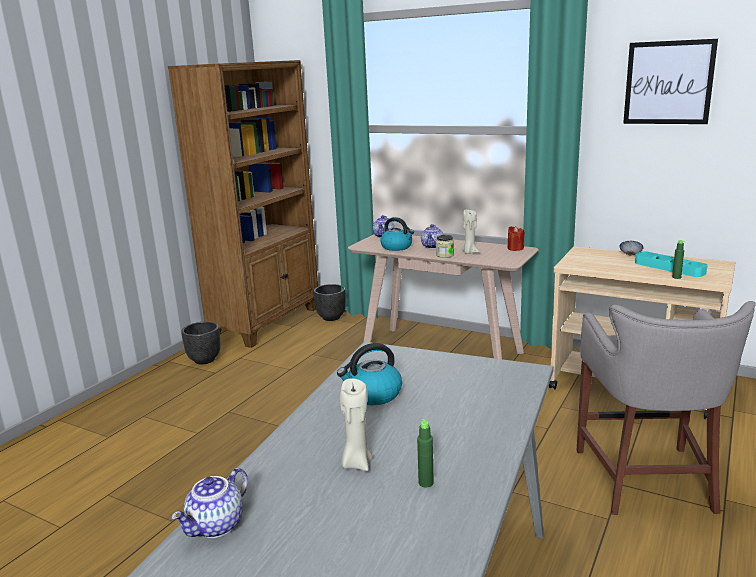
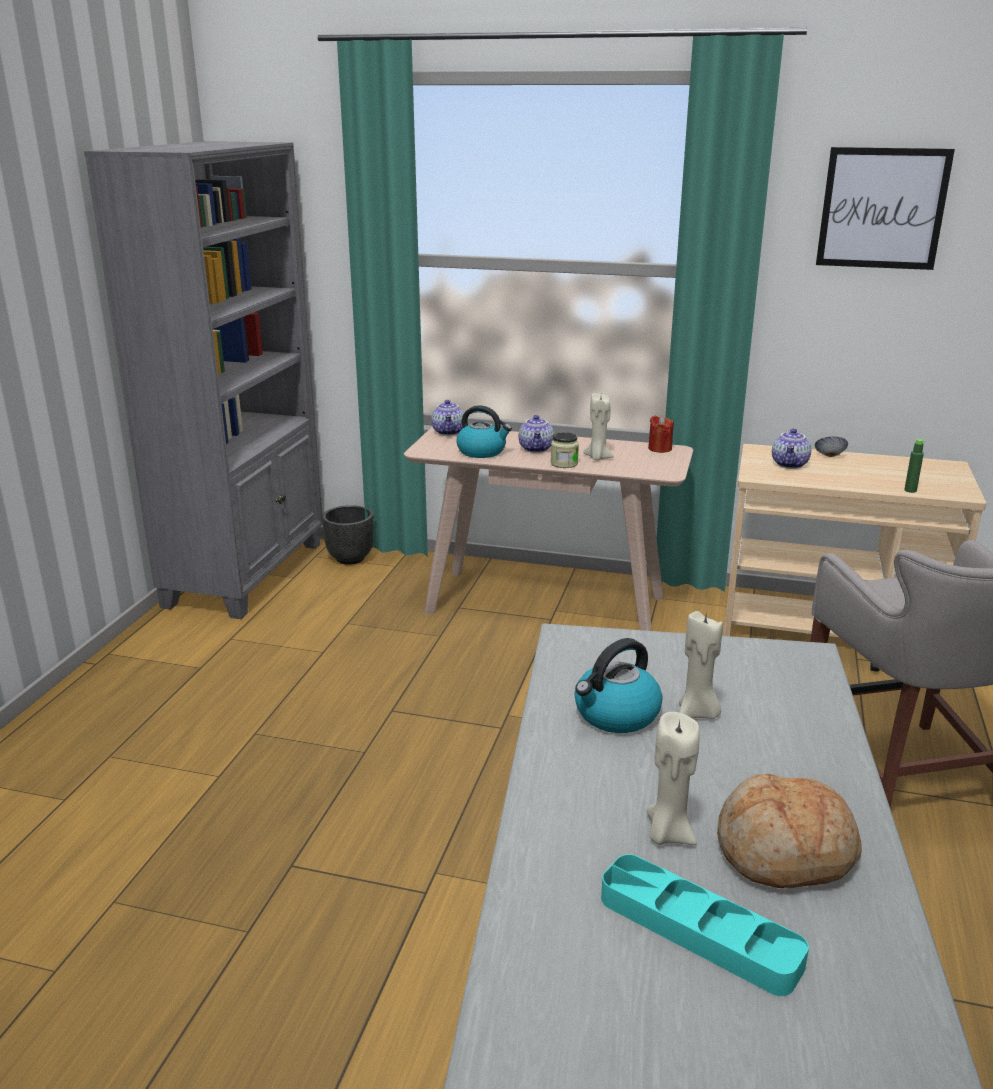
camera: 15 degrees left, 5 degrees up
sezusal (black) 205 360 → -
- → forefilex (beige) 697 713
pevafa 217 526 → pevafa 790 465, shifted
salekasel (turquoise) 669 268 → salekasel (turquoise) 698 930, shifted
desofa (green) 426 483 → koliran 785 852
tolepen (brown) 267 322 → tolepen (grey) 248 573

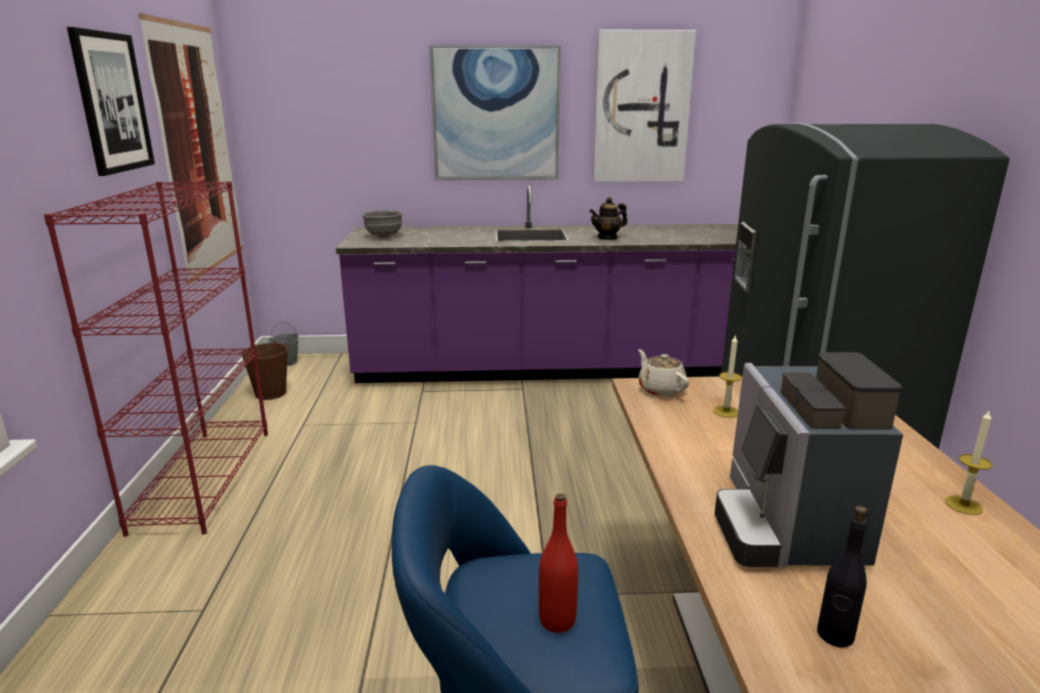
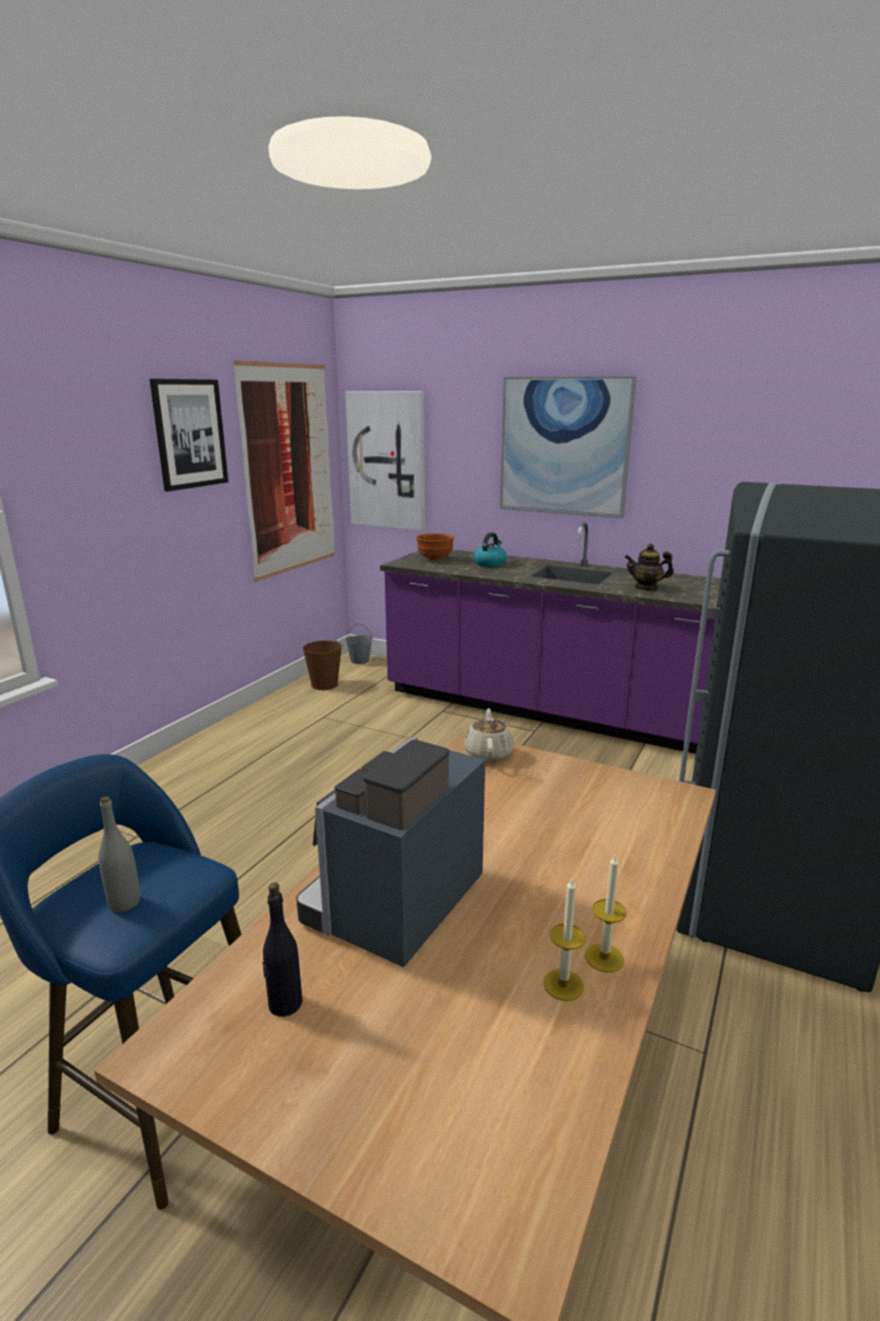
camera: 30 degrees right, 0 degrees up
tolepen (red) 204 478 → -
- → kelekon 490 564
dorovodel 641 108 → dorovodel 387 461, shifted
forefilex 726 412 → forefilex 563 985, shifted
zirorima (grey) 383 237 → zirorima (brown) 434 559
desofa (red) 557 620 → desofa (grey) 124 903

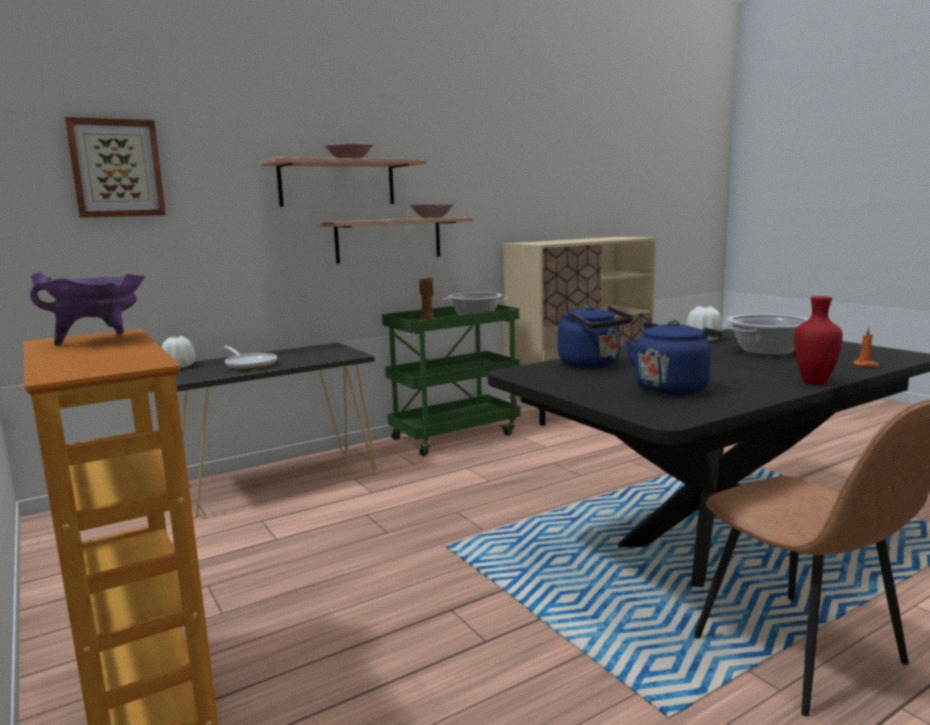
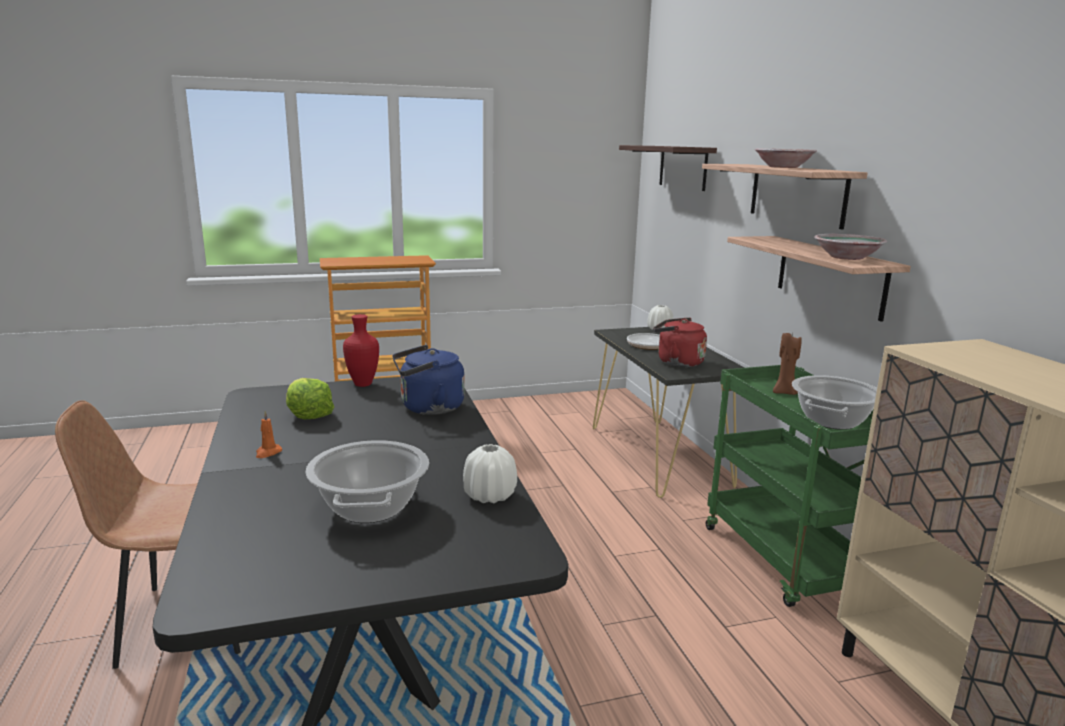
camera: 105 degrees right, 5 degrees up
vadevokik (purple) 101 340 → -
- → kelekon (red) 677 362
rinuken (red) 814 383 → rinuken (red) 362 384, shifted
forefilex (orange) 866 365 → forefilex (orange) 268 453, shifted
dorovodel 116 168 → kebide 683 167
kelekon (blue) 672 388 → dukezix 308 414

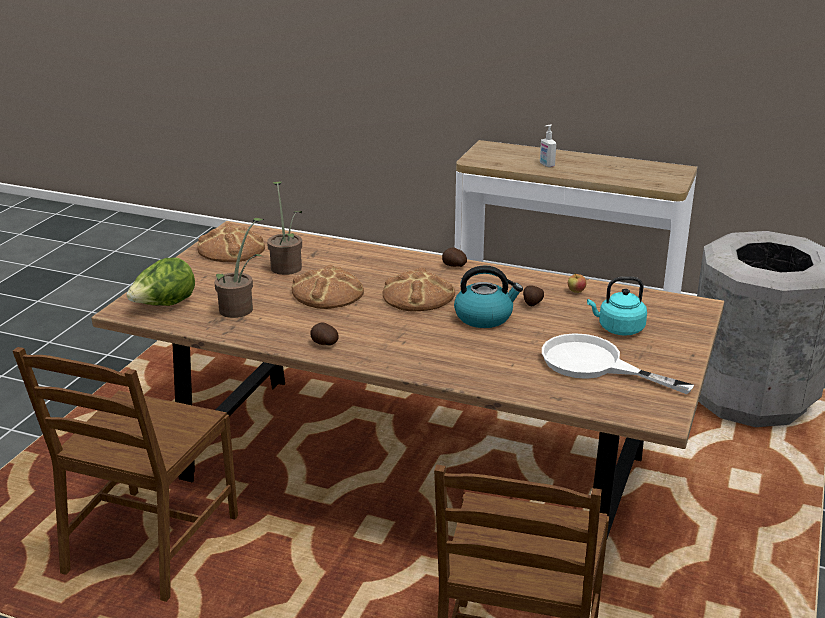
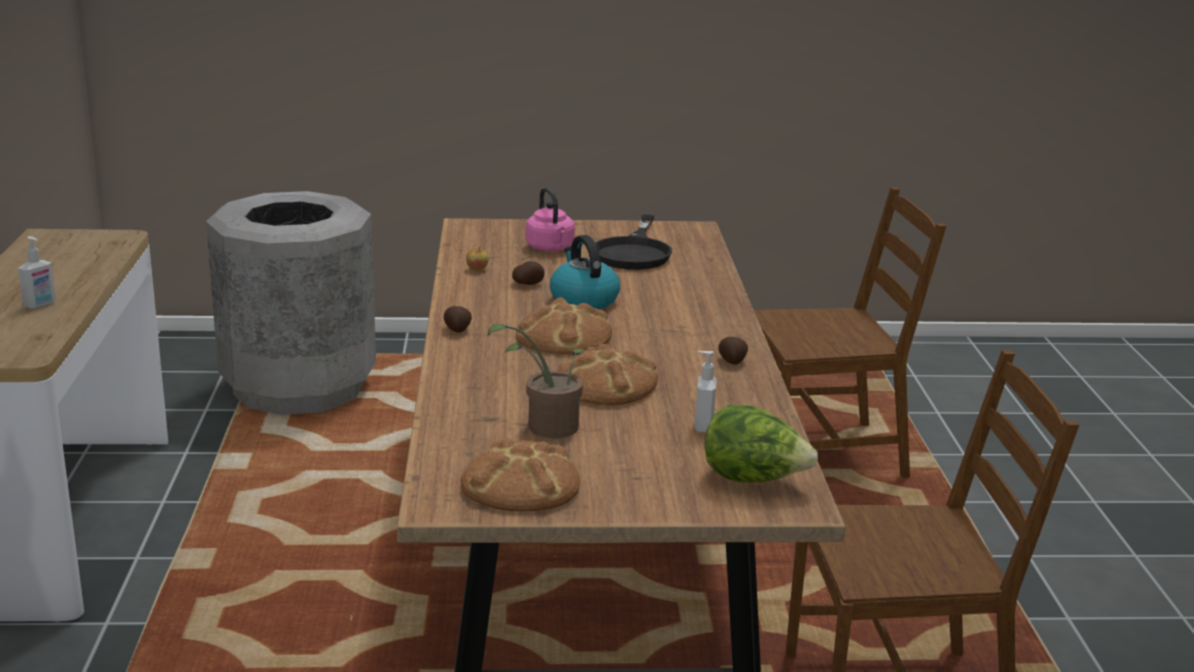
camera: 115 degrees left, 5 degrees down
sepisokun 240 308 → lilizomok 702 427
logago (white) 594 364 → logago (black) 634 252
kelekon (turquoise) 618 329 → kelekon (pink) 551 248

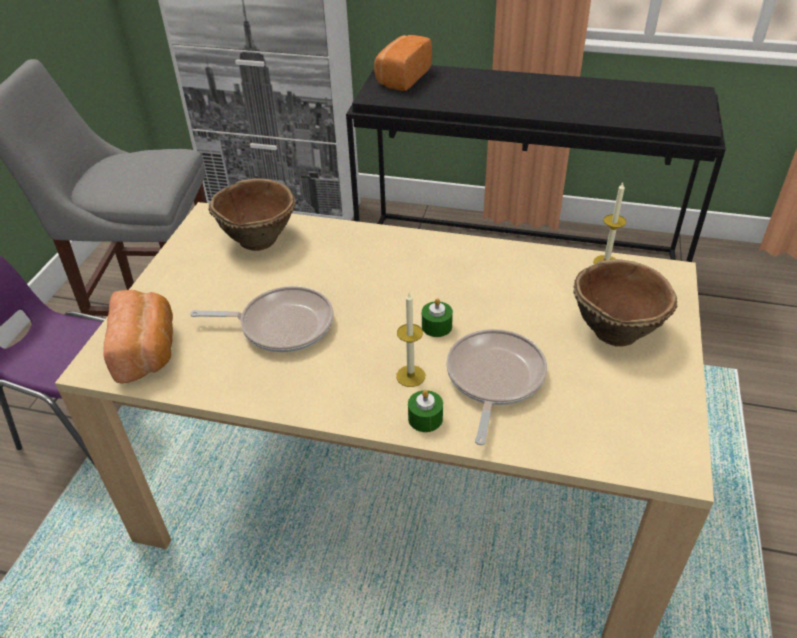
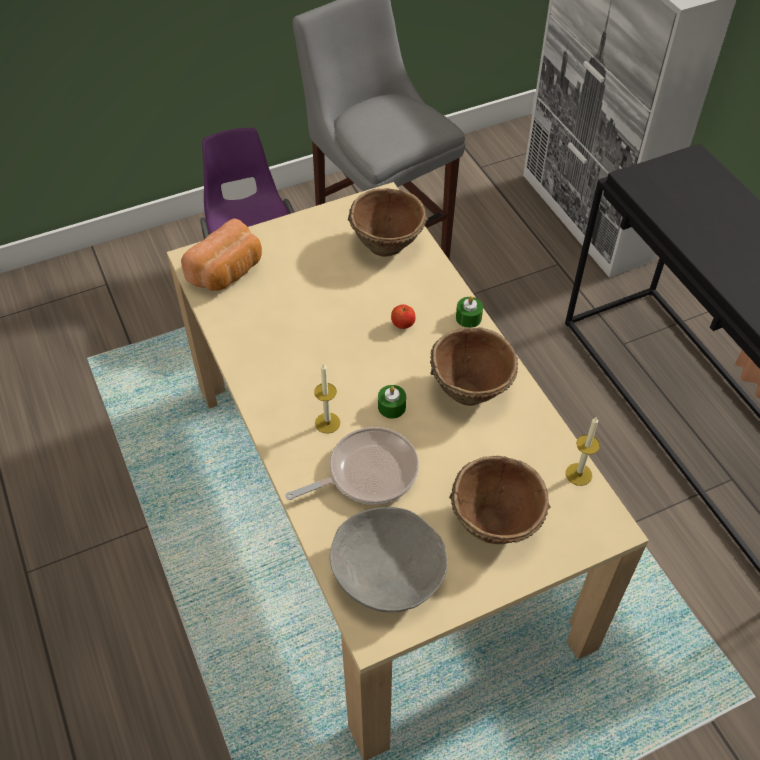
camera: 50 degrees right, 10 degrees up
logago 281 325 → -
koliran 401 78 → -
- → zirorima (grey) 387 573
- → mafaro 403 325
- → zirorima (brown) 471 388
forefilex (green) 425 418 → forefilex (green) 468 318, shifted

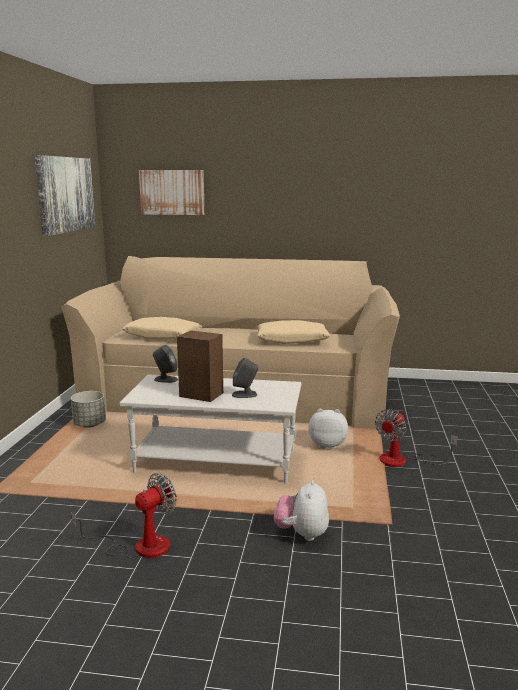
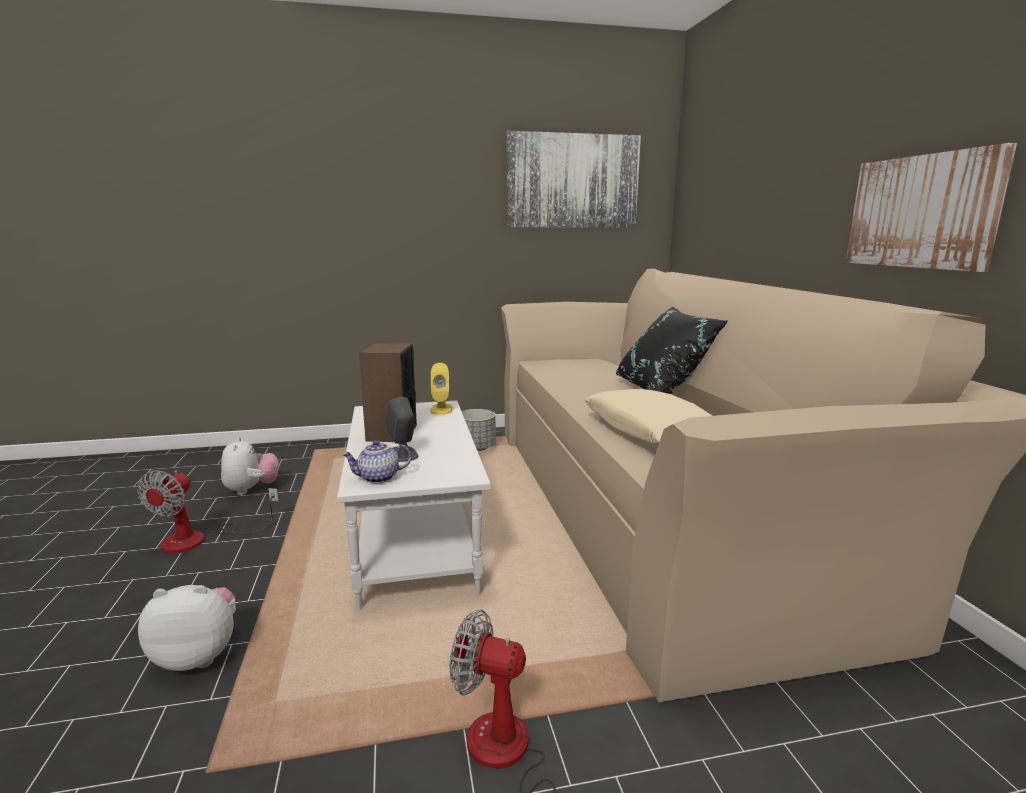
camera: 70 degrees right, 0 degrees up
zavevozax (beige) 162 336 → -
- → pevafa 378 478
- → zavevozax (black) 662 390
dorovodel 172 192 → dorovodel 921 212, shifted
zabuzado 327 445 → zabuzado 251 489, shifted
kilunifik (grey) 165 379 → kilunifik (yellow) 441 409
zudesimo 139 546 → zudesimo 200 539, 75 degrees clockwise

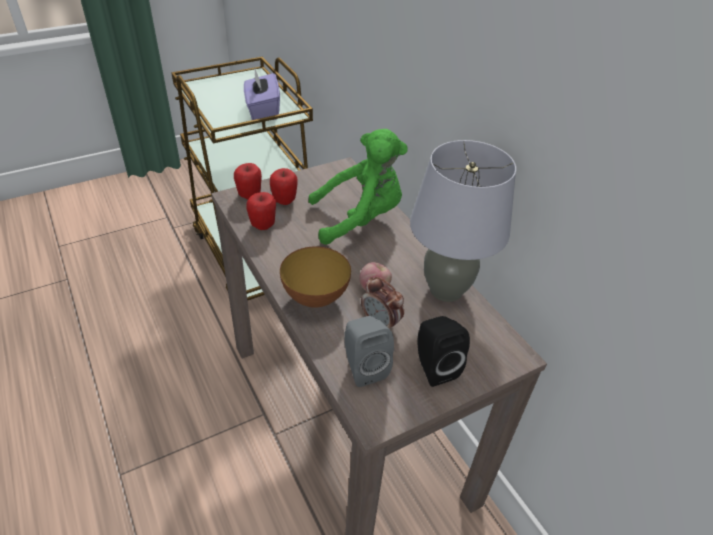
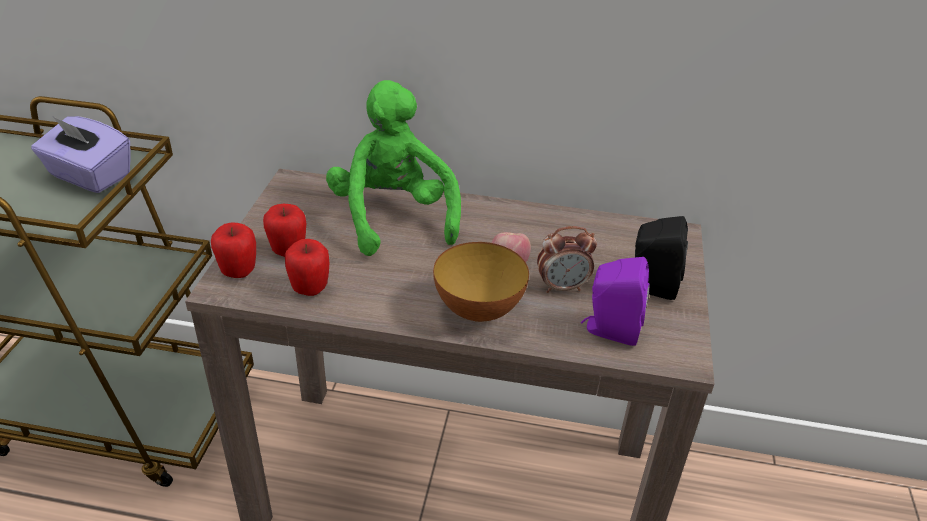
camera: 50 degrees left, 5 degrees down
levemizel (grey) 446 290 → -
kilunifik (grey) 363 367 → kilunifik (purple) 610 330
zabuzado (green) 360 219 → zabuzado (green) 393 217, 45 degrees counterclockwise

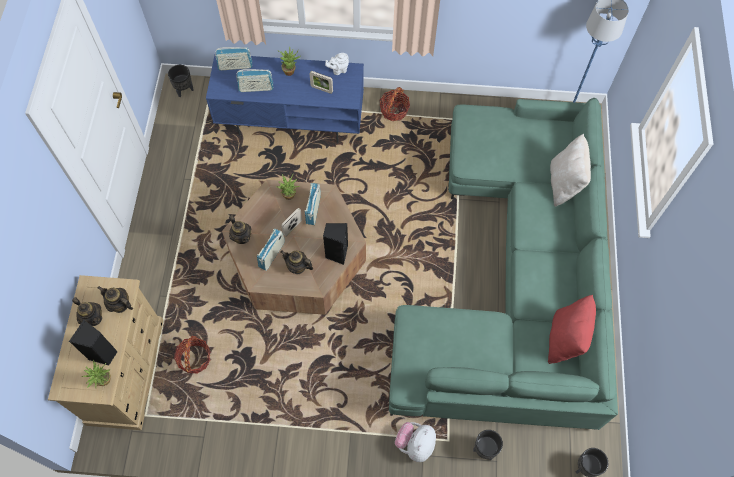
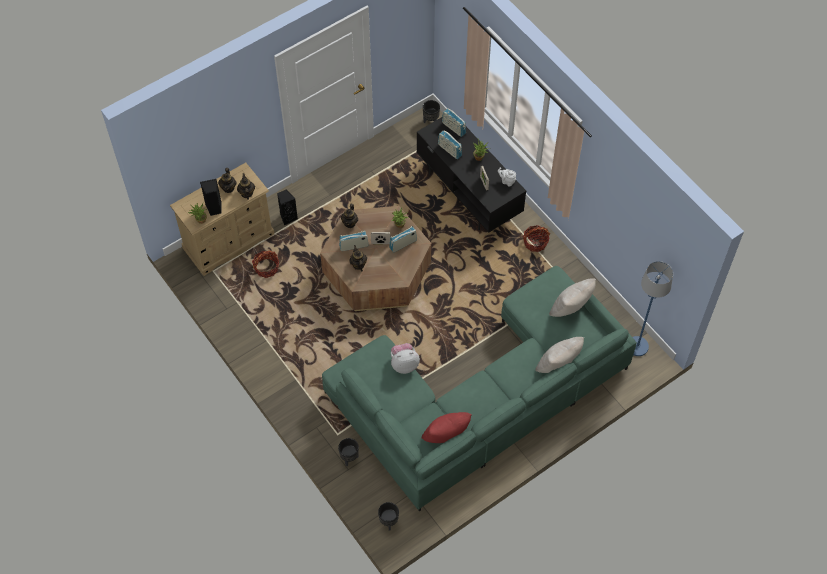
camera: 50 degrees right, 5 degrees down
- → zavevozax (beige) 571 308
kilunifik (black) 336 253 → kilunifik (black) 288 217, shifted
zabuzado 415 444 → zabuzado 404 364, shifted
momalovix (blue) 292 120 → momalovix (black) 469 193

